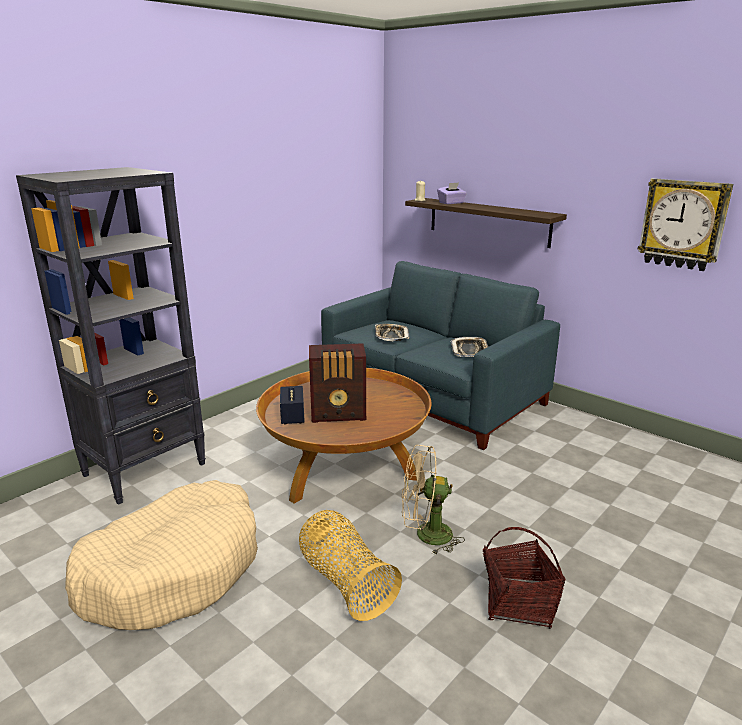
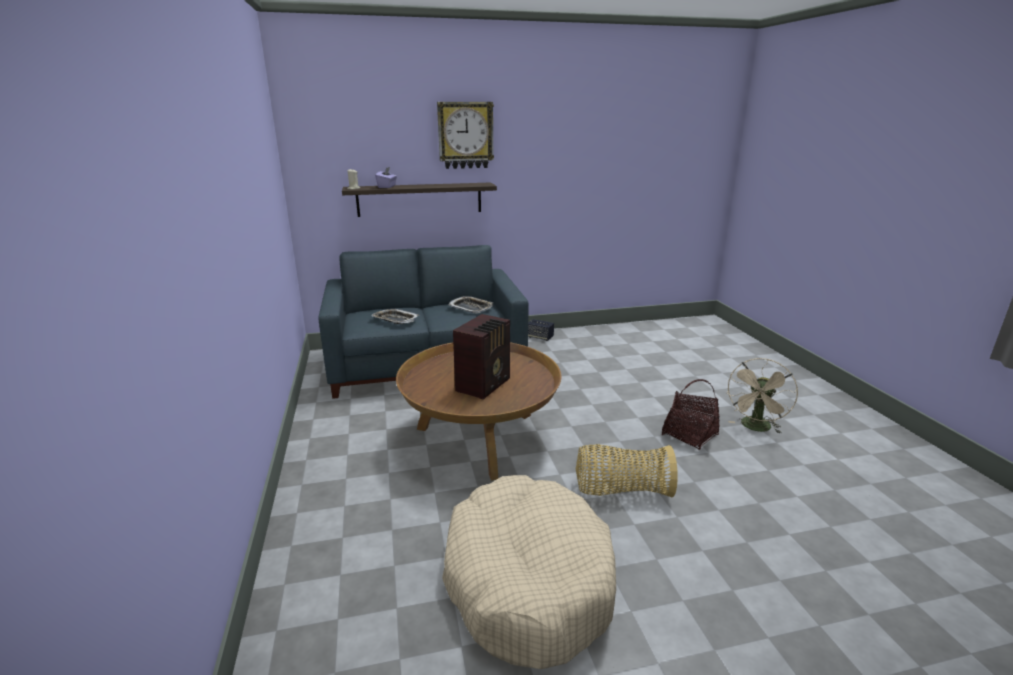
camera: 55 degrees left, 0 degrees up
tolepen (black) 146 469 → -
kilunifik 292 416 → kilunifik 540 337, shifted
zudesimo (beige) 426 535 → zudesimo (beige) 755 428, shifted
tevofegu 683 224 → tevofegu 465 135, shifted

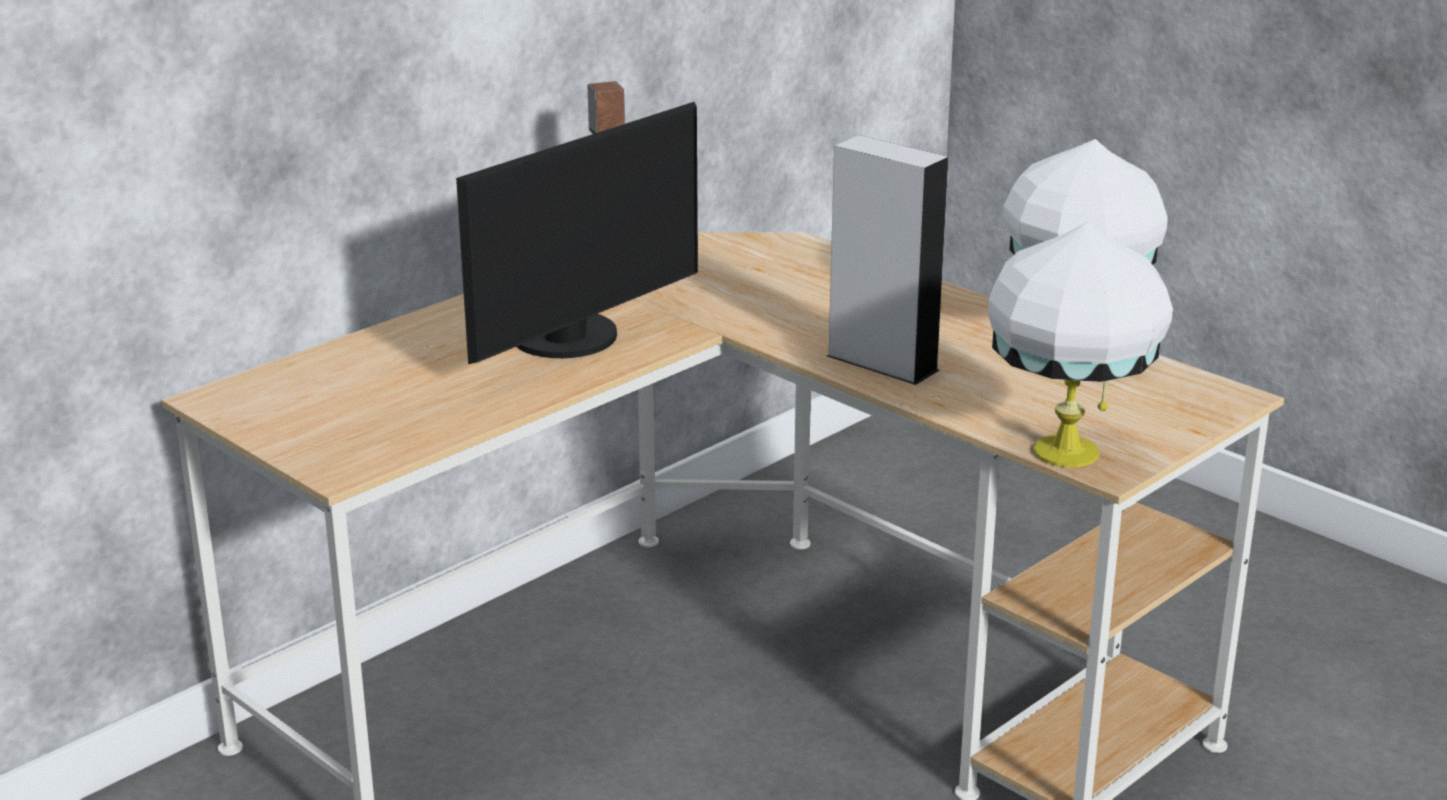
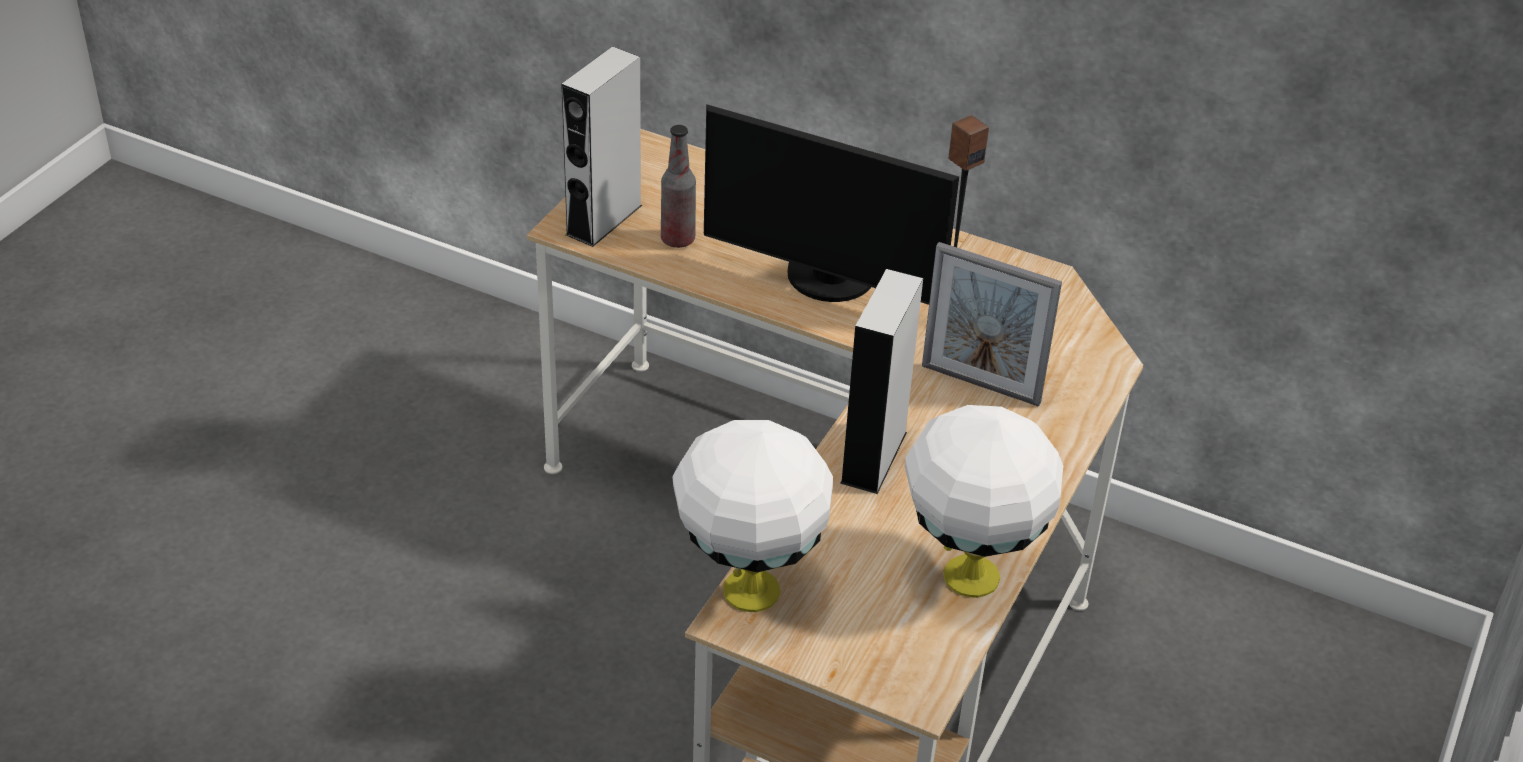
camera: 70 degrees right, 15 degrees up
- → kilunifik (grey) 604 220
- → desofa 677 239
- → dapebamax 980 384

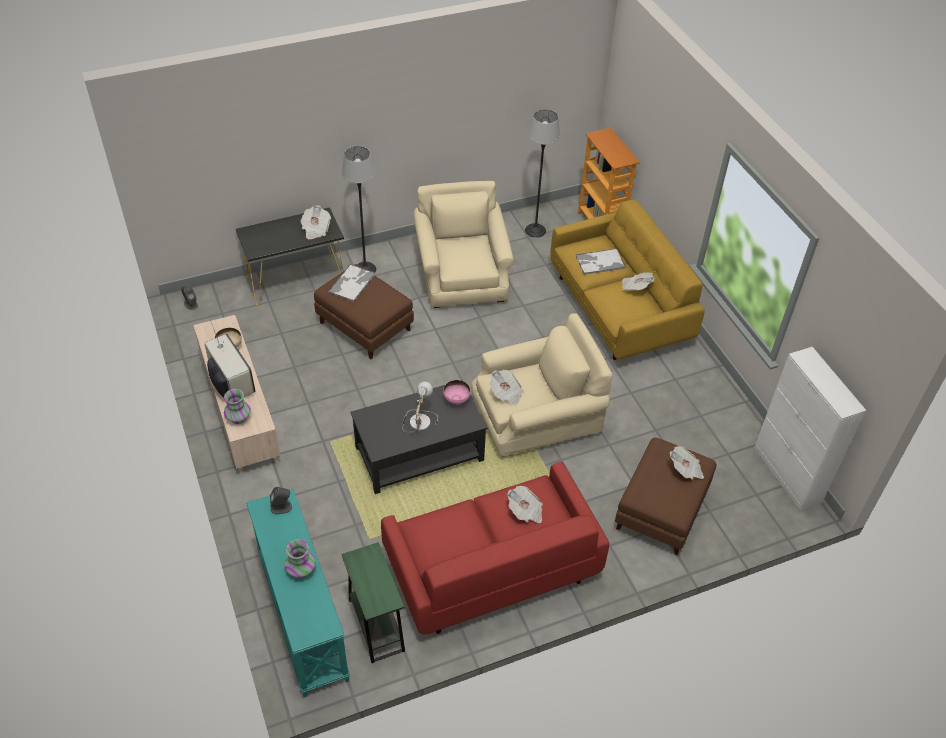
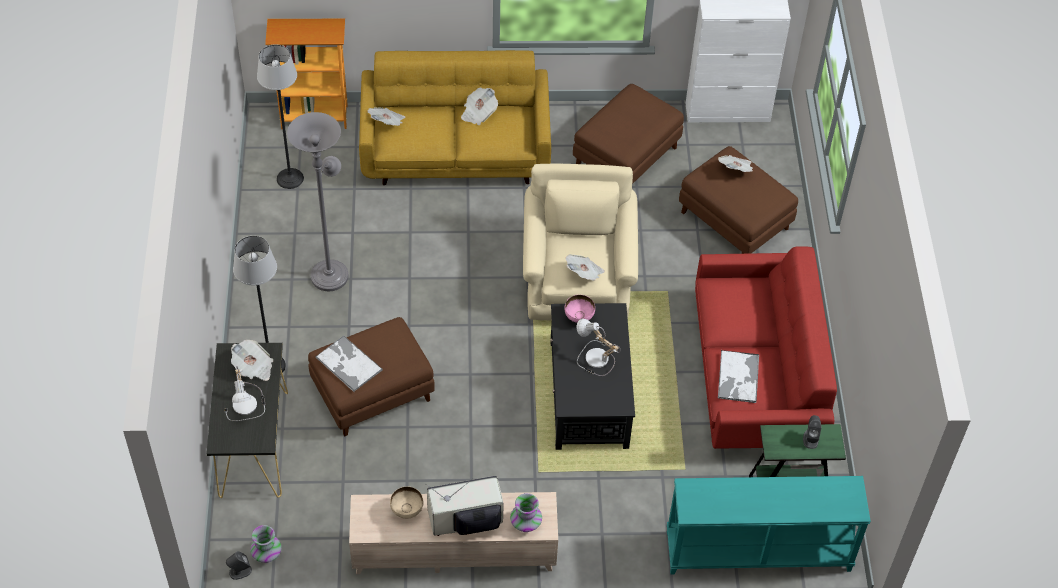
camera: 70 degrees left, 5 degrees up
- → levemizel 247 406
- → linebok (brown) 626 156
kilunifik (grey) 281 507 → kilunifik (grey) 810 439, shifted
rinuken 301 570 → rinuken 266 554, shifted
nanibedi 525 511 → nanibedi 387 123, shifted
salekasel 599 262 → salekasel 738 377, shifted
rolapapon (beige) 462 274 → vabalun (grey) 330 272

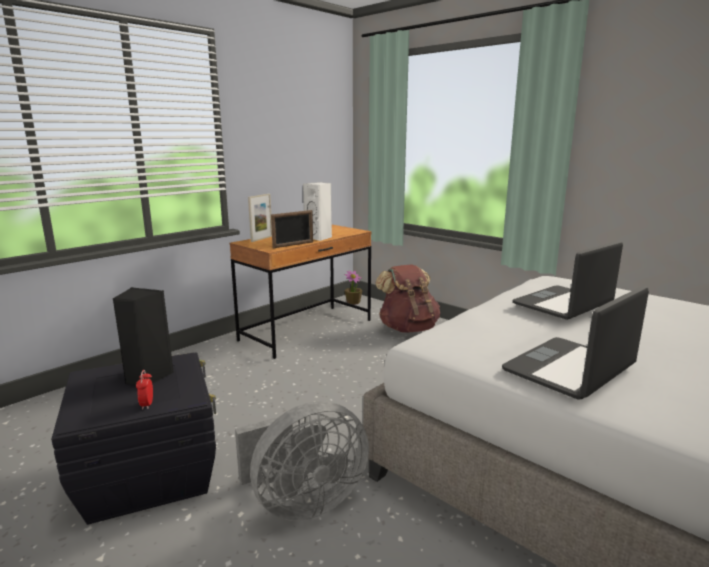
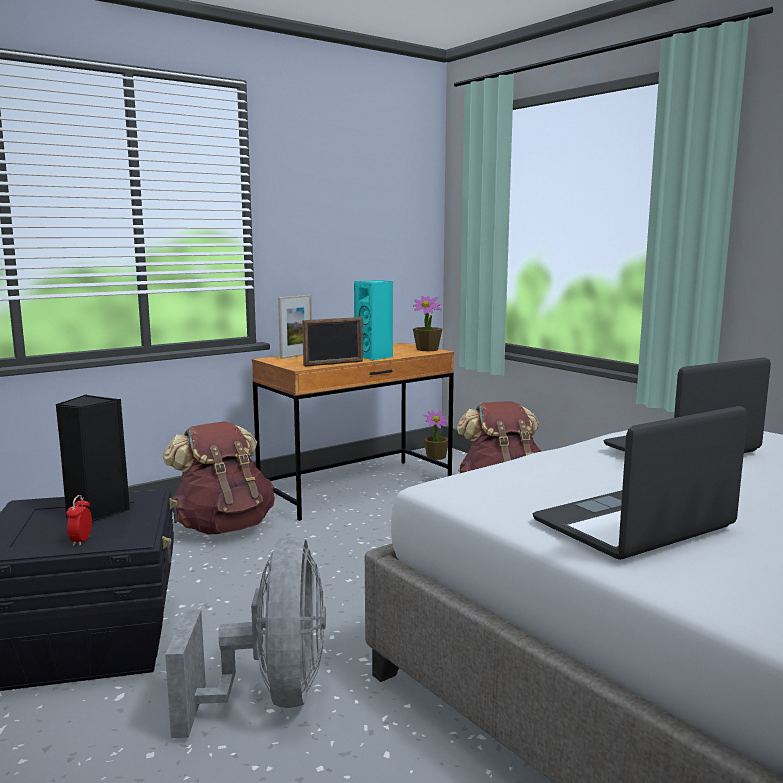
camera: 10 degrees right, 5 degrees down
- → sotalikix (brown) 223 527
- → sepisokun 427 349
kilunifik (white) 319 237 → kilunifik (turquoise) 375 357
zudesimo (grey) 303 503 → zudesimo (grey) 271 697, 75 degrees counterclockwise

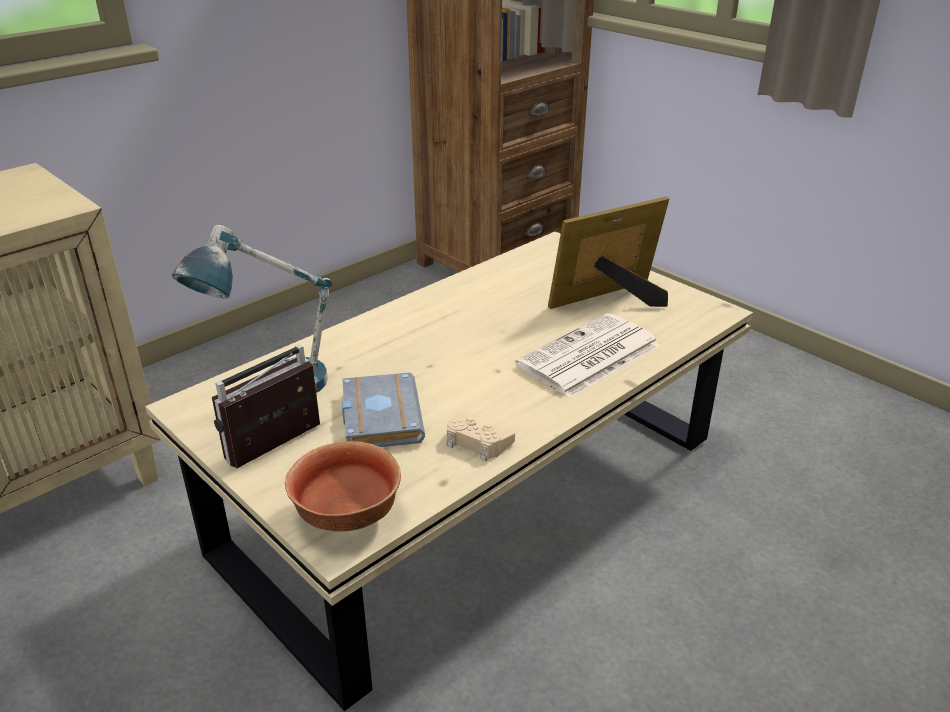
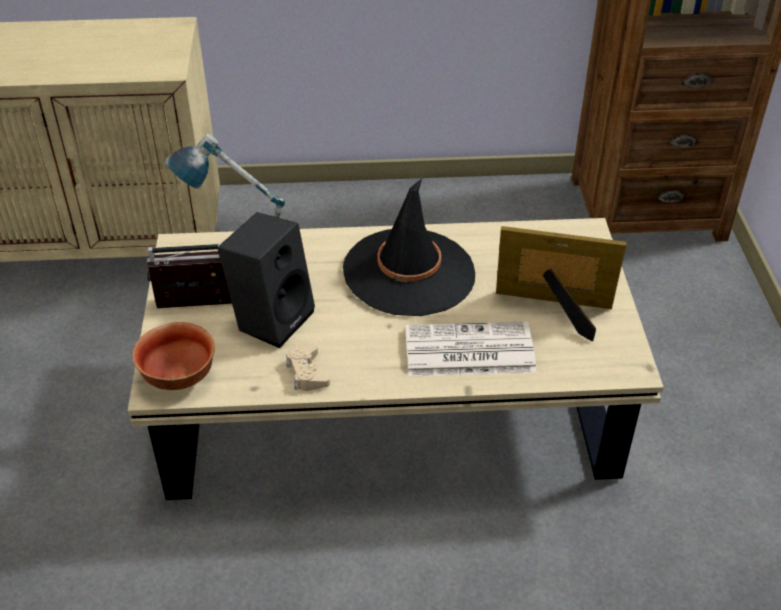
camera: 40 degrees right, 10 degrees up
- → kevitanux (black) 409 272
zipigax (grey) 378 416 → kilunifik (black) 272 318

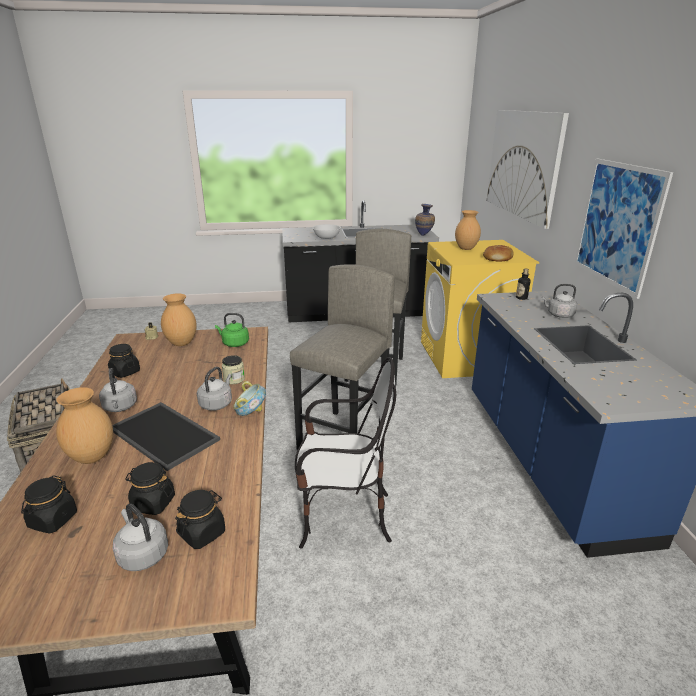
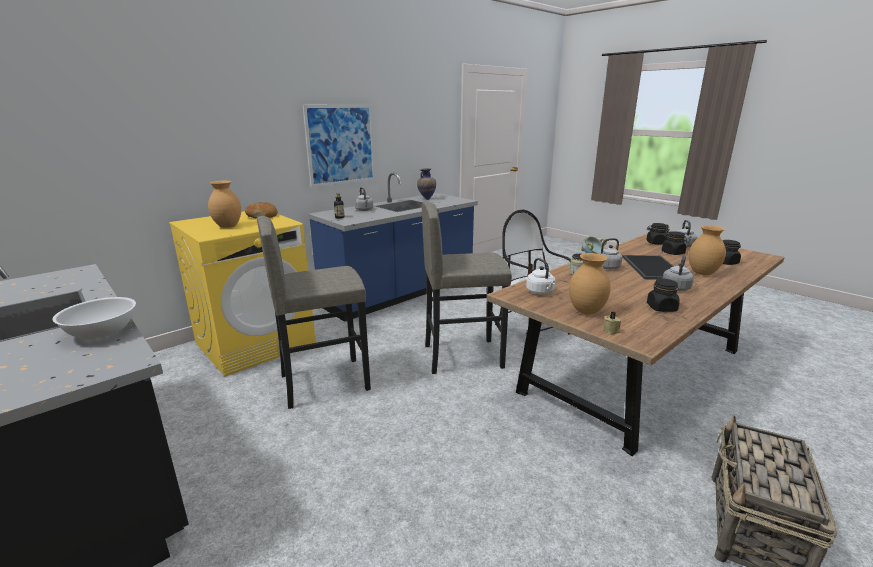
camera: 125 degrees left, 5 degrees down
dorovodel 523 164 → -
rinuken 424 235 → rinuken 426 199, shifted
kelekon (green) 234 343 → kelekon (white) 540 292

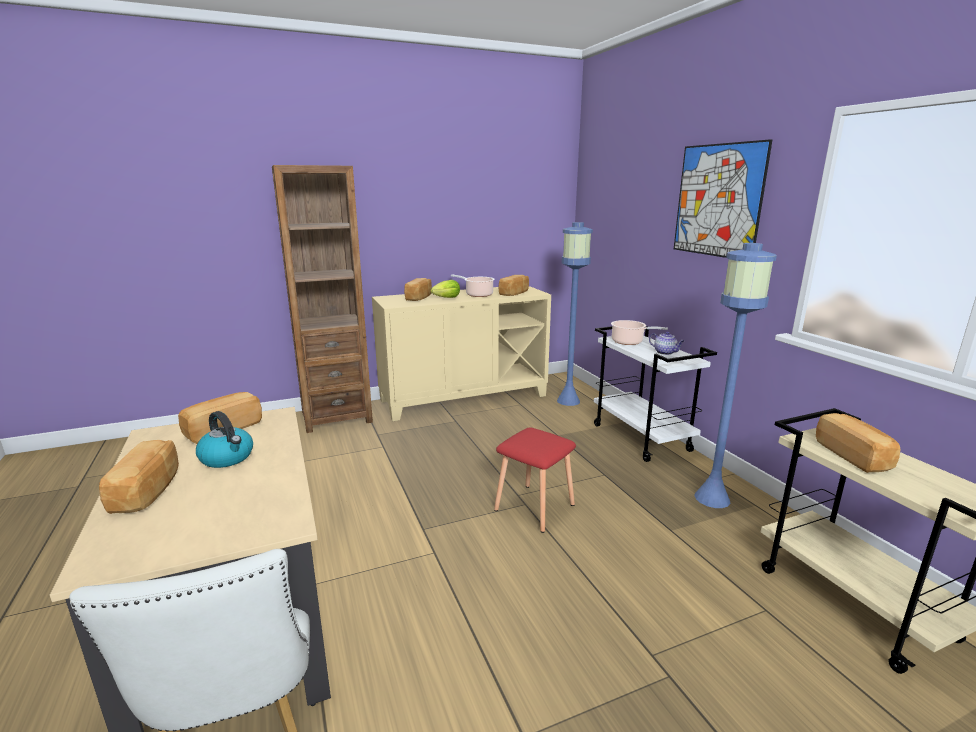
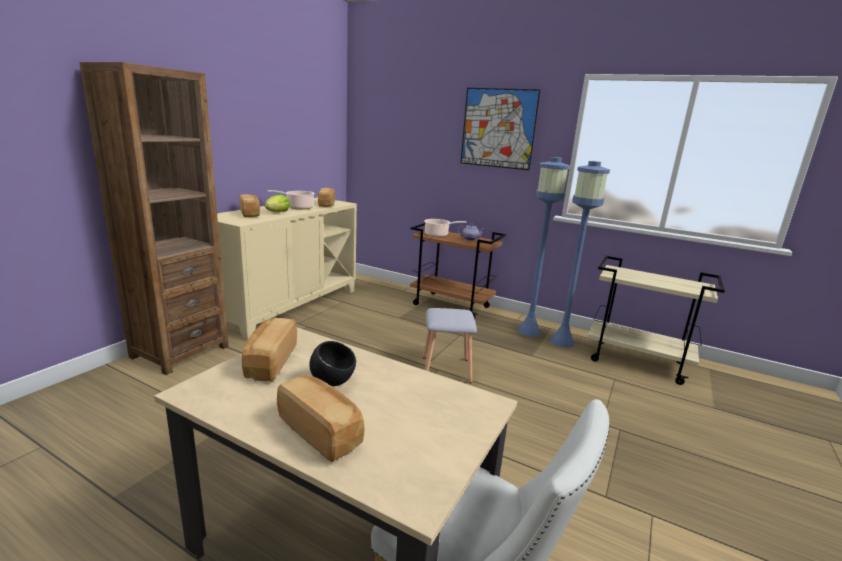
camera: 40 degrees left, 0 degrees up
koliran 853 455 → -
vabalun (blue) 568 401 → vabalun (blue) 562 341, shifted
kelekon 227 458 → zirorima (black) 332 381
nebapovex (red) 534 508 → nebapovex (grey) 446 370
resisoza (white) 642 438 → resisoza (brown) 452 306

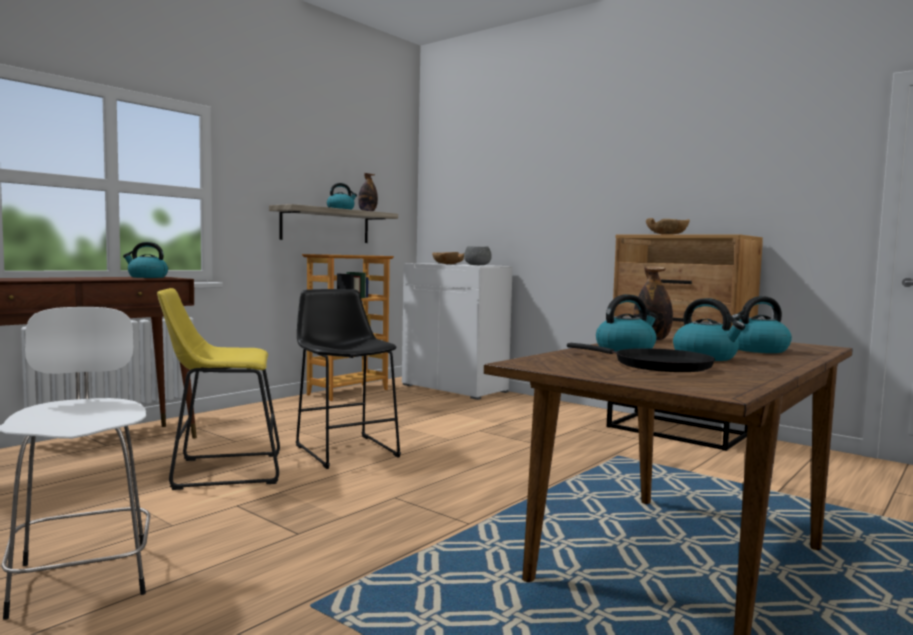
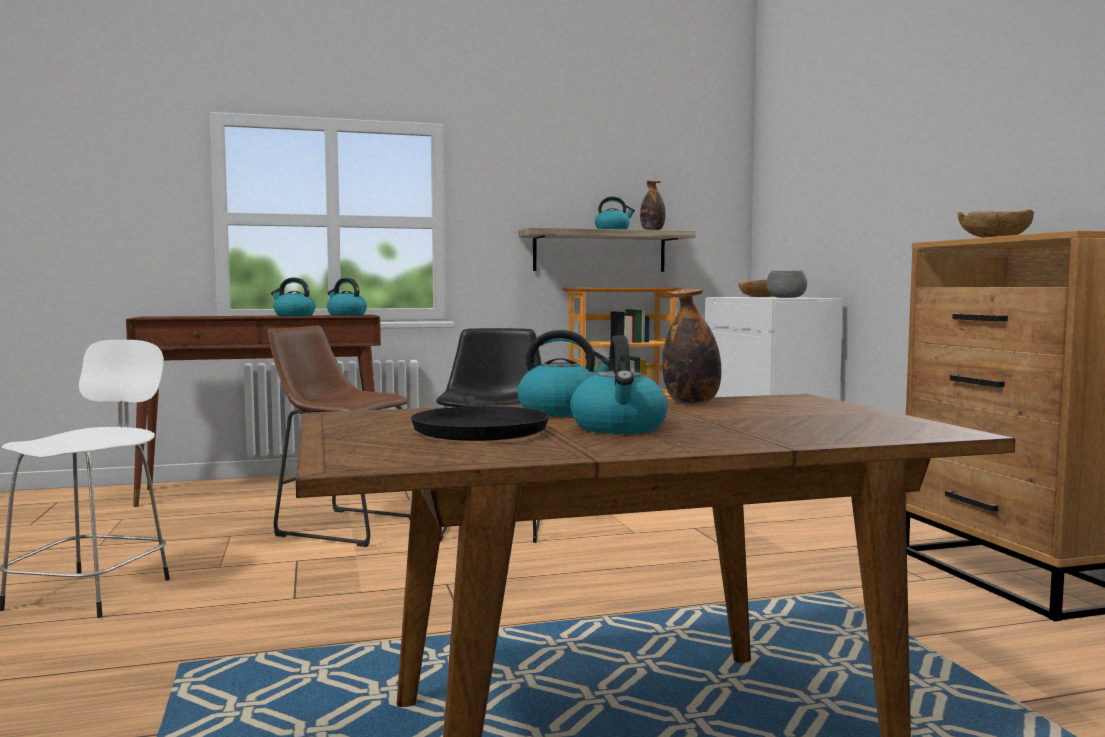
camera: 35 degrees right, 0 degrees up
kelekon 758 350 → kelekon 293 316, shifted
nebapovex (yellow) 220 471 → nebapovex (brown) 343 526

